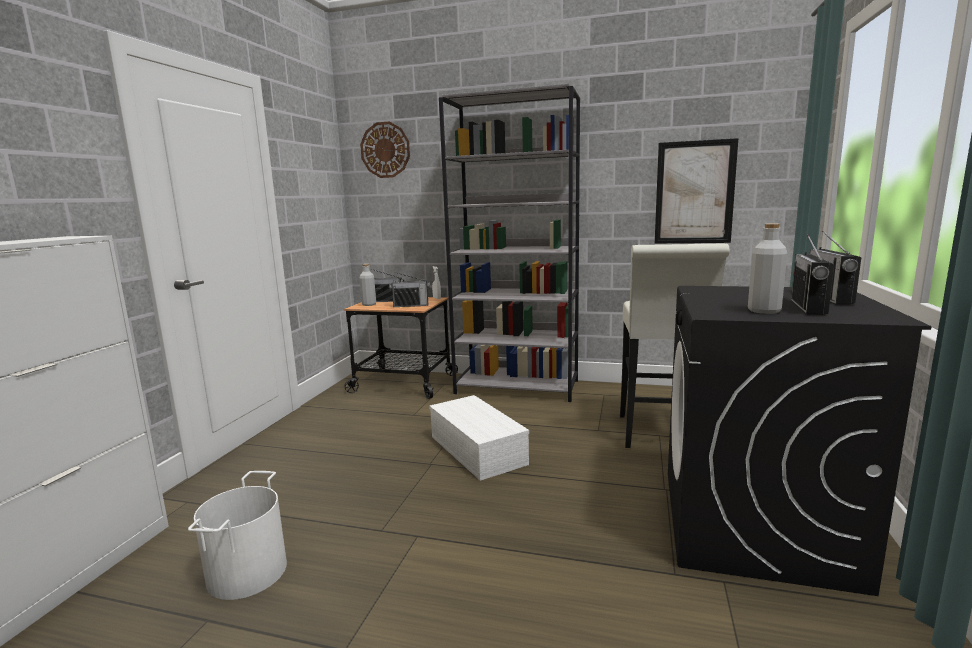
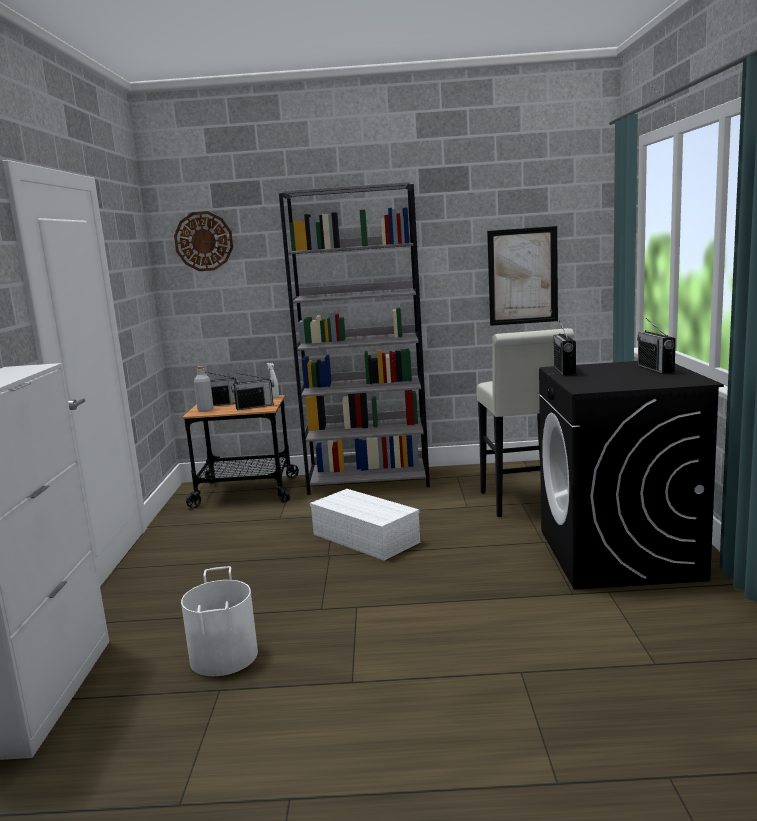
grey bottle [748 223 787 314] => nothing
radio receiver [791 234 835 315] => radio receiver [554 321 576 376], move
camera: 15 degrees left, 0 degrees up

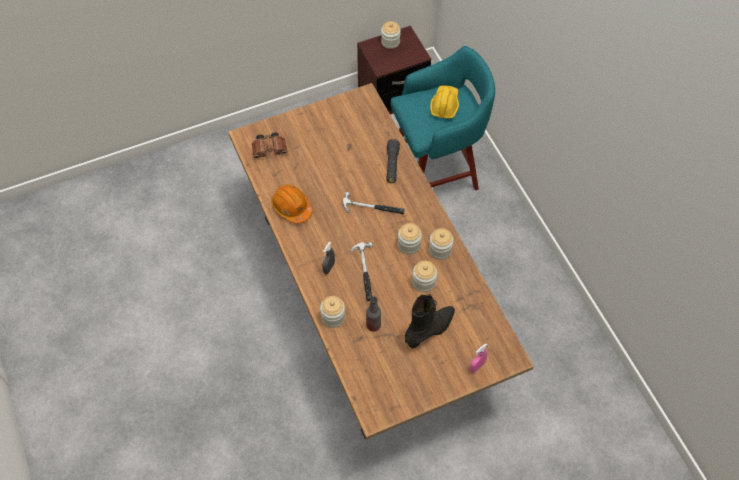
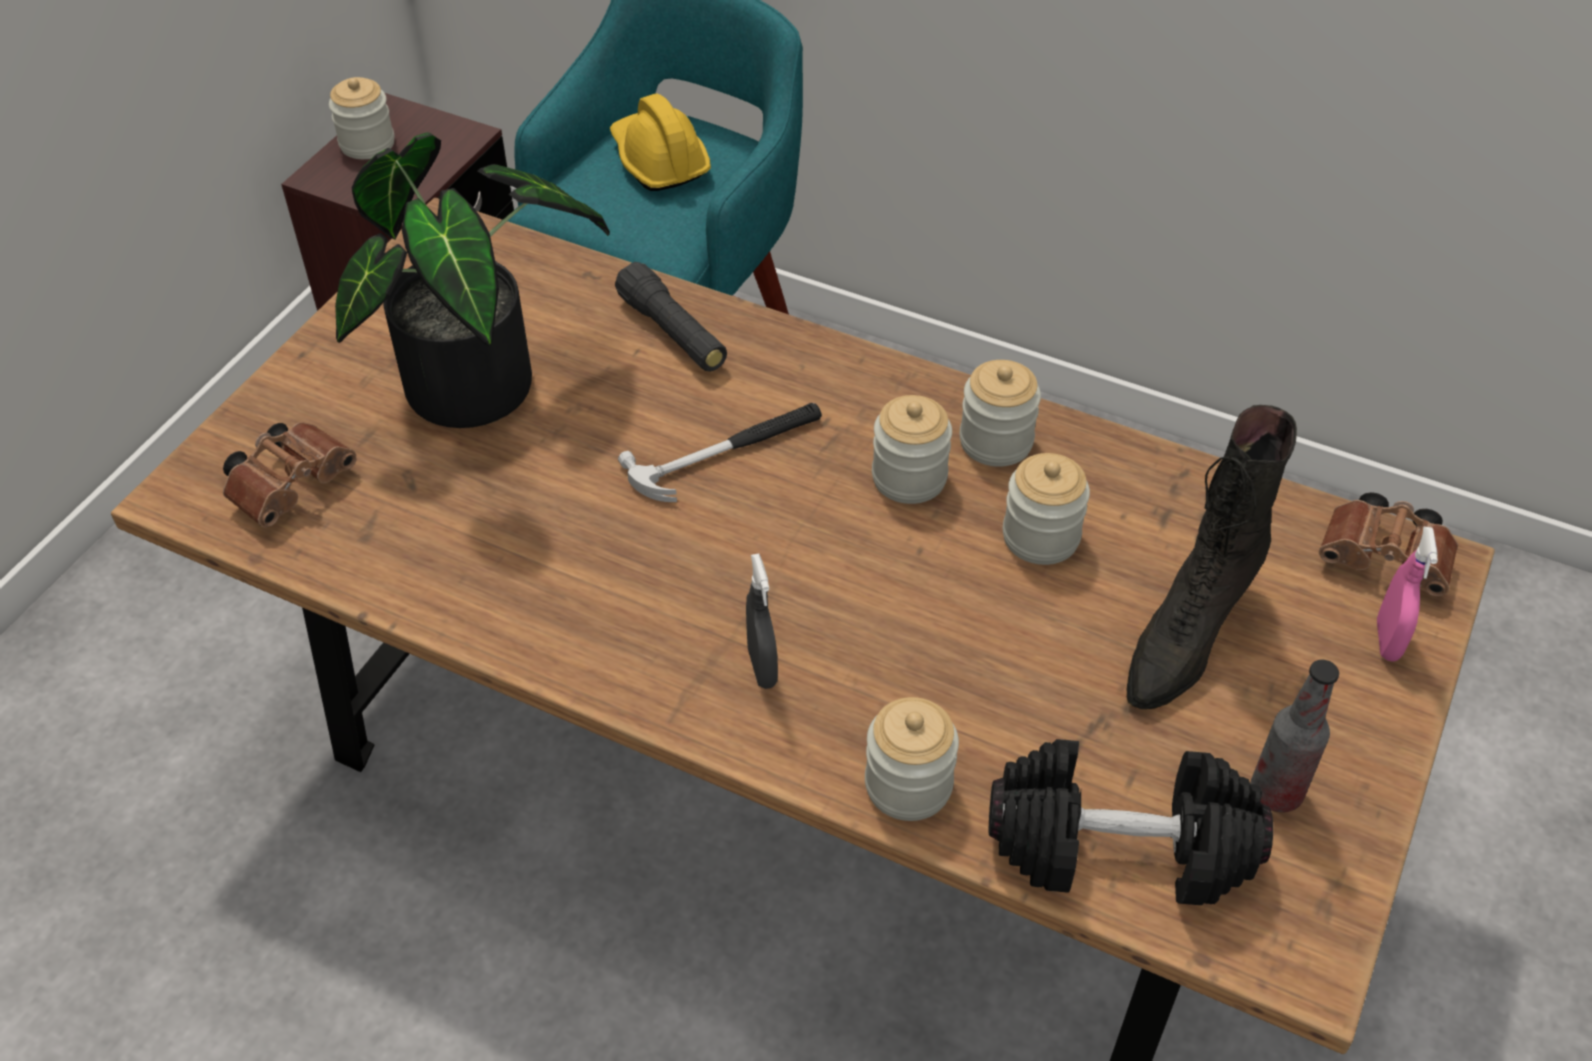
orangey safety helmet [271 185 313 224] => nothing
tool hammer [351 242 372 301] => nothing
black tall boot [405 294 455 349] => black tall boot [1126 405 1297 709], 150 degrees counterclockwise
bottle [366 296 381 331] => bottle [1250 660 1339 812], move
nothing => houseplant [335 132 610 428]
nothing => brown pair of binoculars [1319 492 1458 597]
nothing => black free weight [989 739 1273 905]
camera: 40 degrees left, 10 degrees down

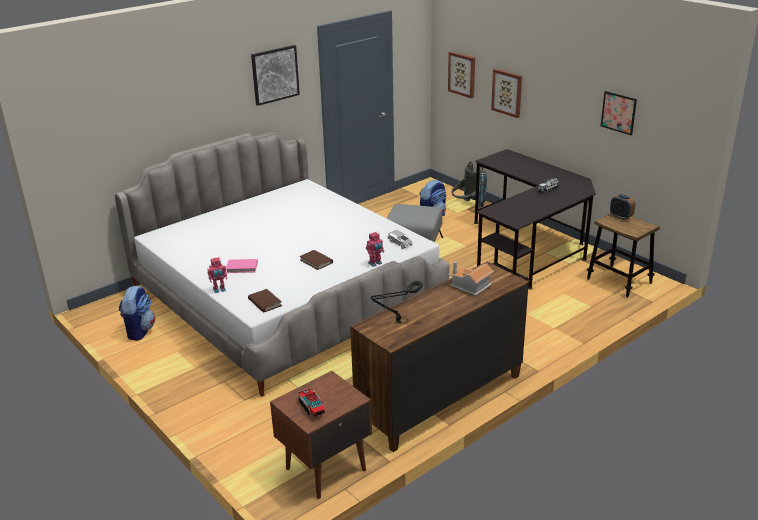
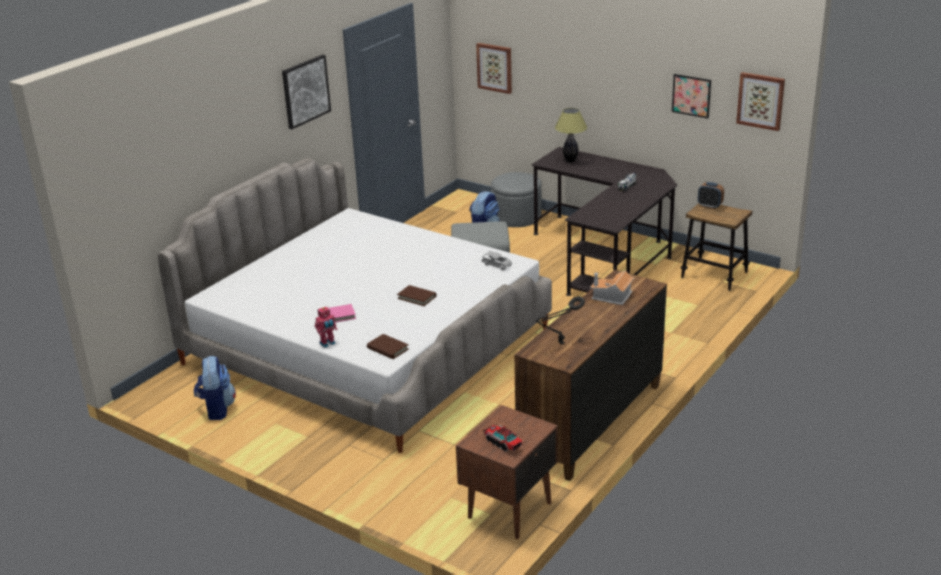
wall picture [491 69 522 118] => wall picture [736 72 785 131], move
grey knapsack [452 161 487 207] => grey ottoman [491 172 542 227]
robot figure [366 232 384 267] => nothing
nothing => lamp for a table [555 108 587 162]
camera: 15 degrees left, 0 degrees up

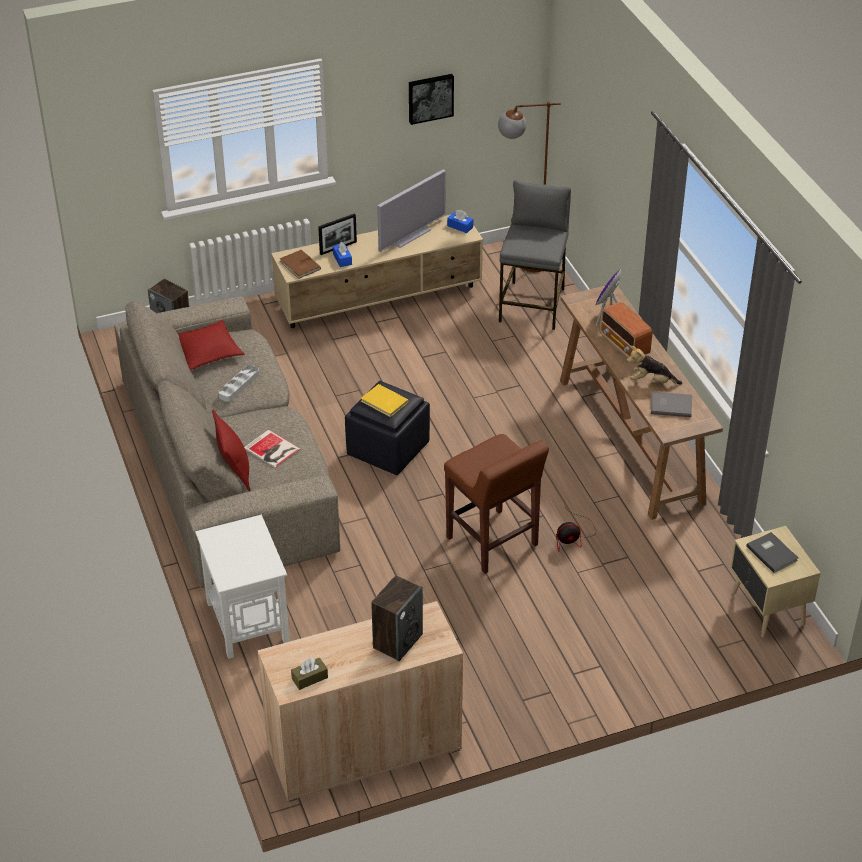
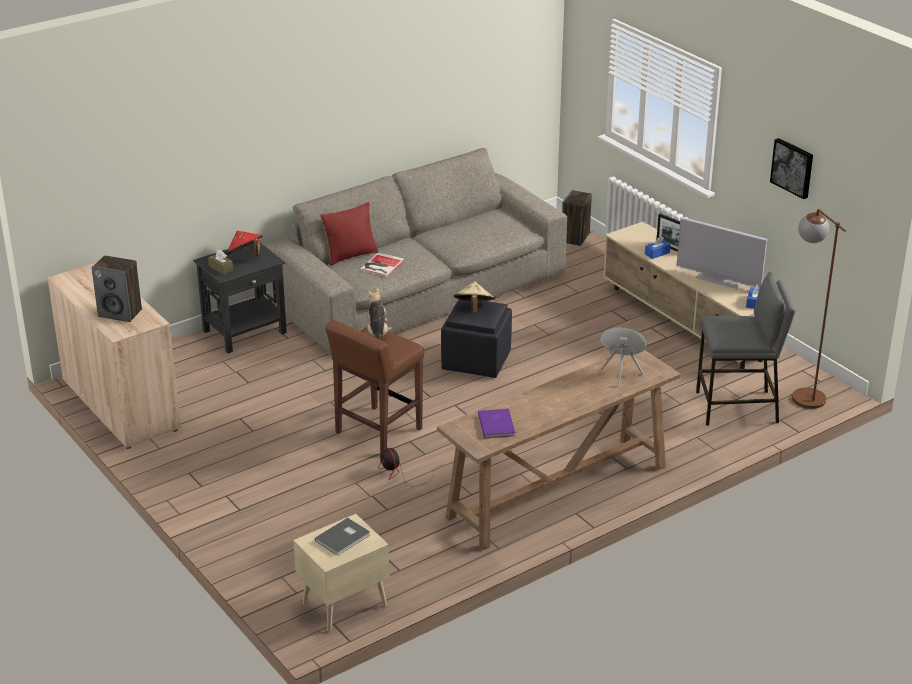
brown volume [280 249 321 279] => nothing
radio receiver [600 302 652 358] => nothing
reddish cushion [178 320 244 370] => nothing
cuddly toy [627 346 682 385] => cuddly toy [367 287 392 340], move
grey carrying tray [218 365 259 402] => nothing
yellow-coloured volume [361 384 409 417] => beige-coloured clothing hat [453 281 495 312]
grey volume [651 392 692 417] => purplish volume [478 409 515 438]
white-coloured accent table [195 515 290 659] => black accent table [193 242 287 353]
brown tissue holder [291 657 328 690] => brown tissue holder [208 250 233 275], move
nothing => reddish clothing hat [226 231 262 256]
camera: 75 degrees right, 10 degrees down

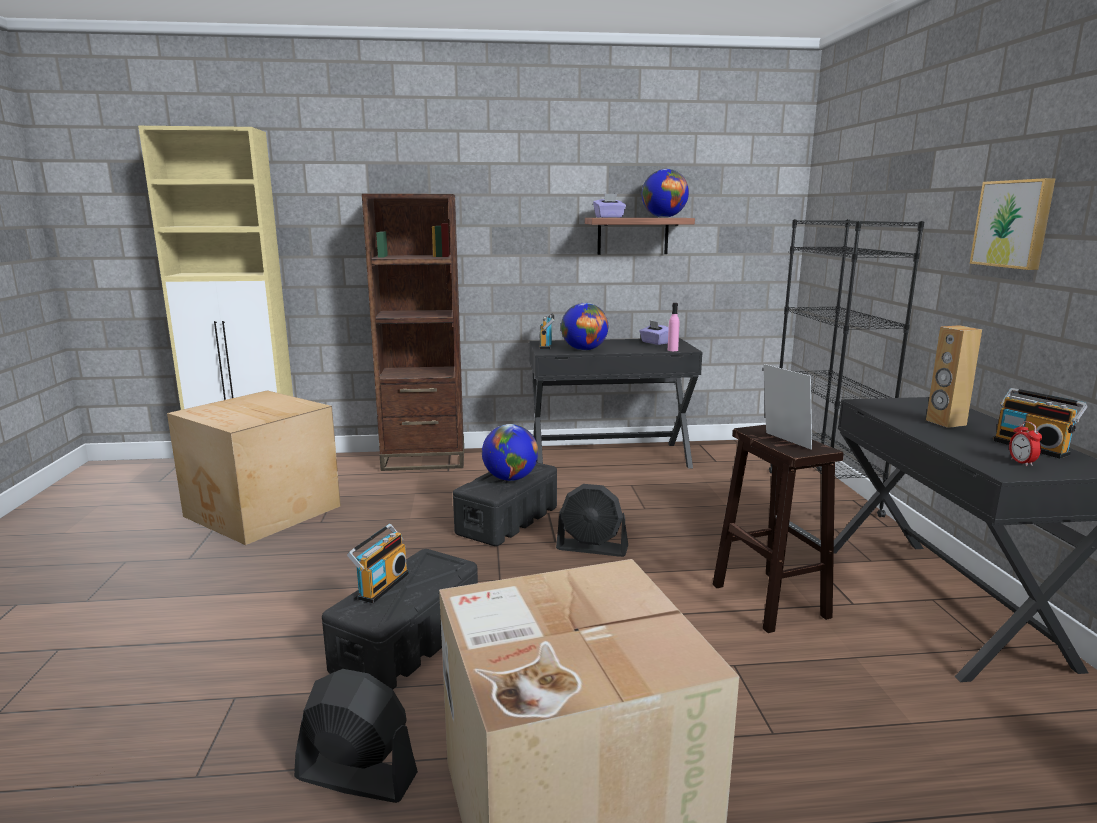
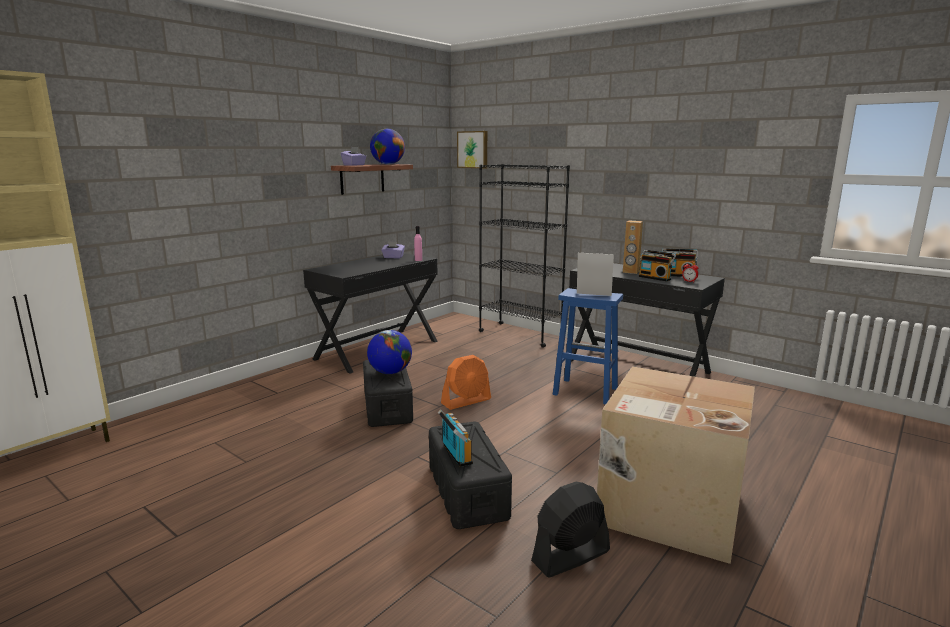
wall picture [970 178 1056 270] => wall picture [457 131 487 168], move
brown bookshelf [362 194 464 471] => nothing
desk globe [561 303 608 350] => nothing
radio receiver [540 313 554 349] => radio receiver [638 250 676 281], move
packing box [167 390 341 545] => nothing
brown sitting stool [713 425 844 633] => blue-coloured sitting stool [553 288 623 405]
black cooling fan [556 484 628 557] => orangey cooling fan [441 355 491 410]
camera: 45 degrees left, 0 degrees up

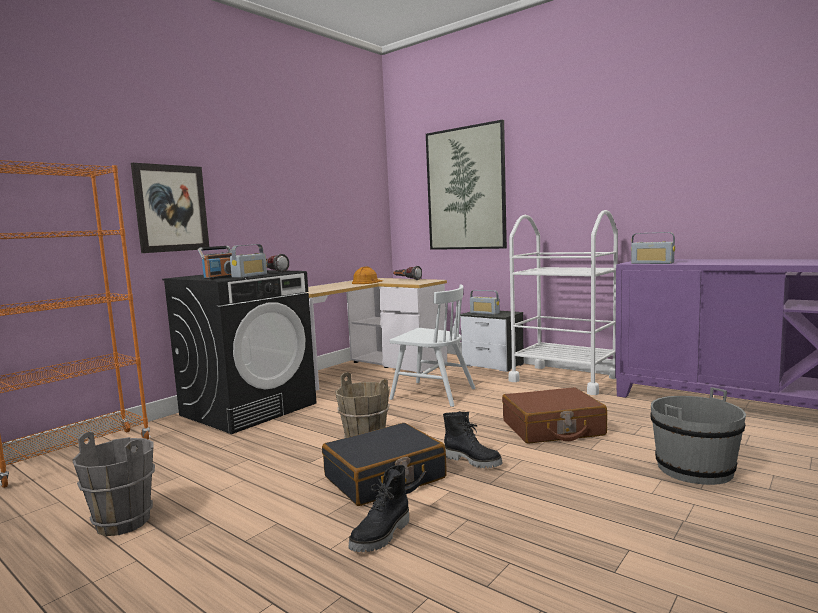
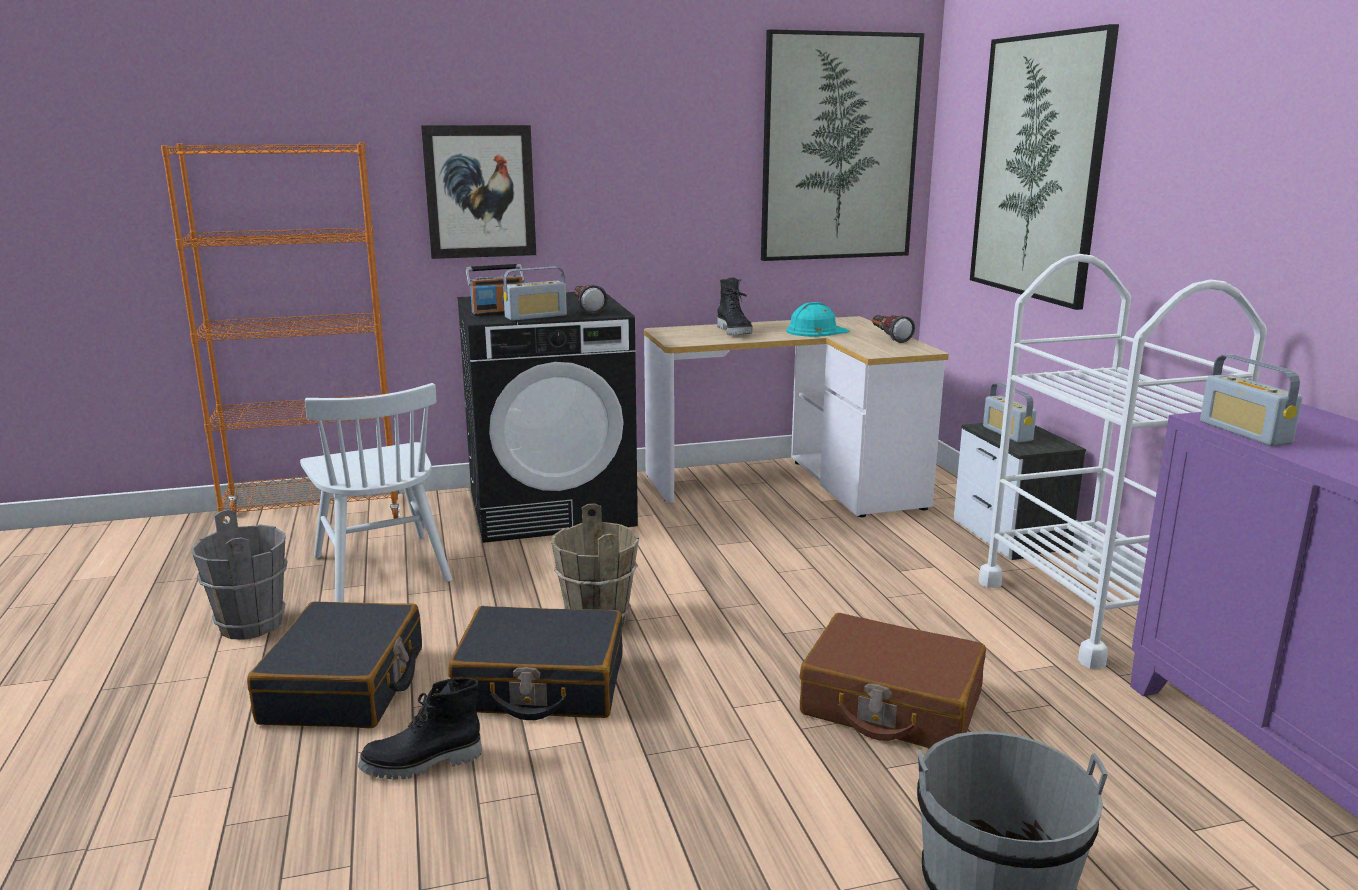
orangey safety helmet [352 266 383 284] => turquoise-coloured safety helmet [786 302 850 337]
white-coloured plain chair [389 285 476 407] => white-coloured plain chair [300 383 452 602], move
black tall boot [443 411 503 468] => black tall boot [717 278 753 335], move
nothing => wall picture [761 29 924 261]
nothing => black travel case [247 601 422 728]
camera: 35 degrees right, 10 degrees up

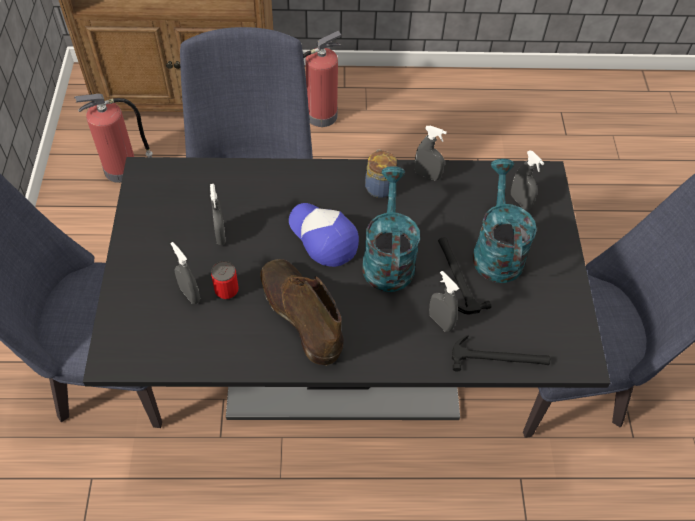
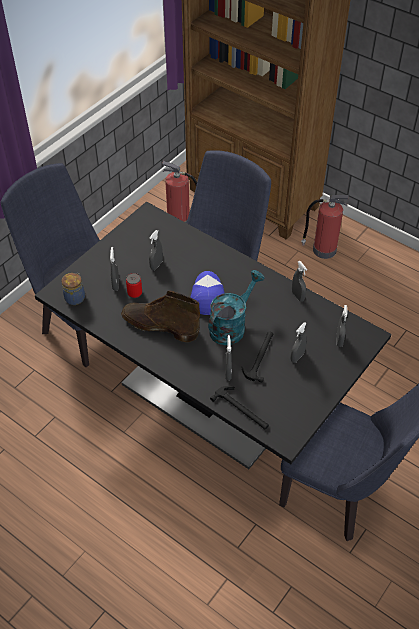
jar [365 149 397 198] => jar [62 273 85 305], move
turquoise-coloured watering pot [472 159 537 283] => grey sprayer [290 322 307 363]
brown tall boot [260 259 344 366] => brown tall boot [121 290 200 342], 75 degrees counterclockwise
camera: 40 degrees right, 5 degrees down

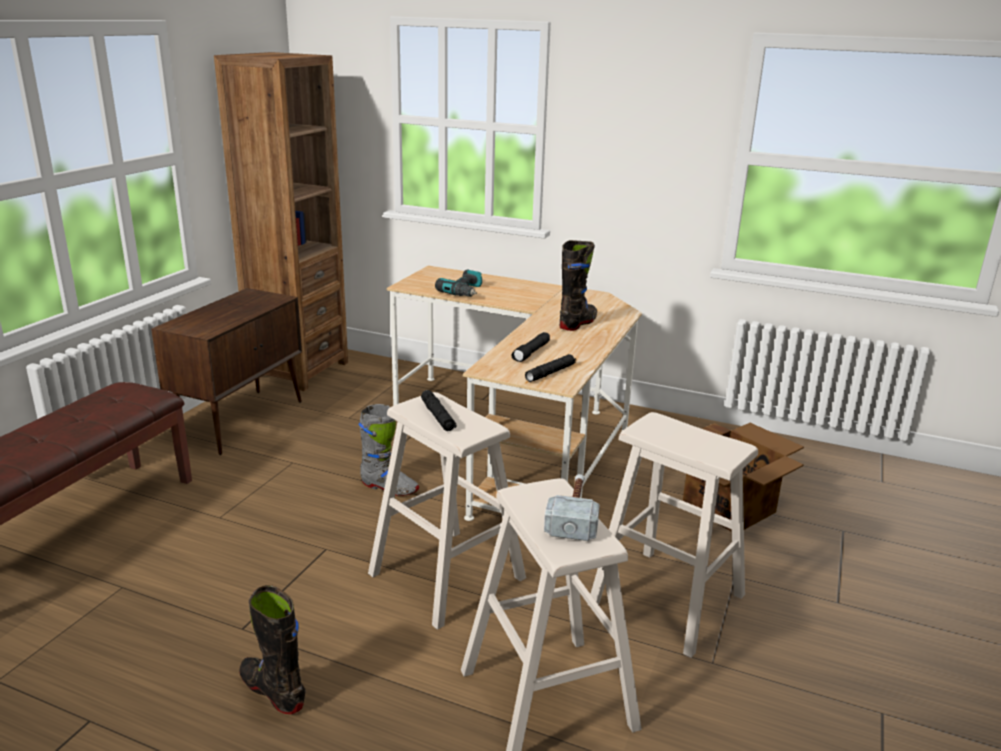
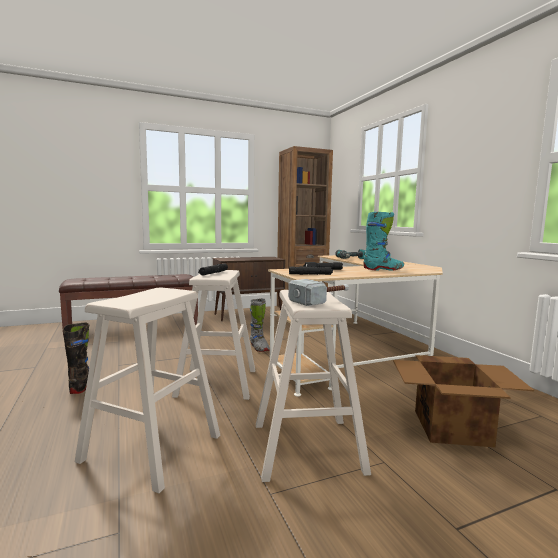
black tall boot [560 240 597 331] => turquoise-coloured tall boot [363 212 404 271]
tool hammer [544 474 600 541] => tool hammer [288 279 349 306], move
camera: 45 degrees right, 15 degrees down

